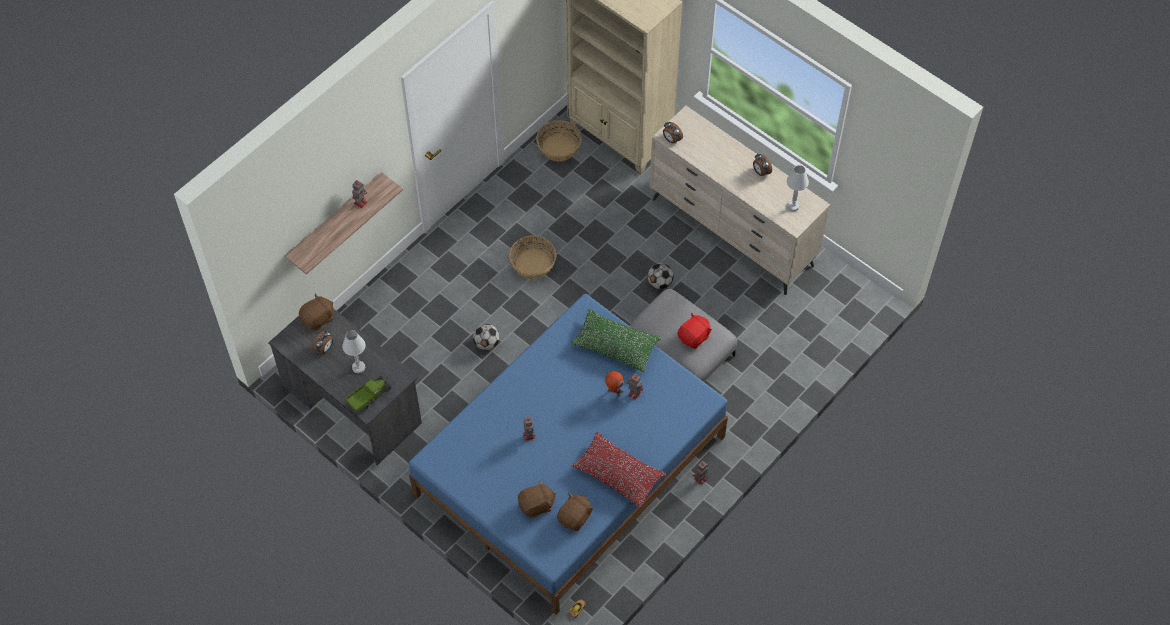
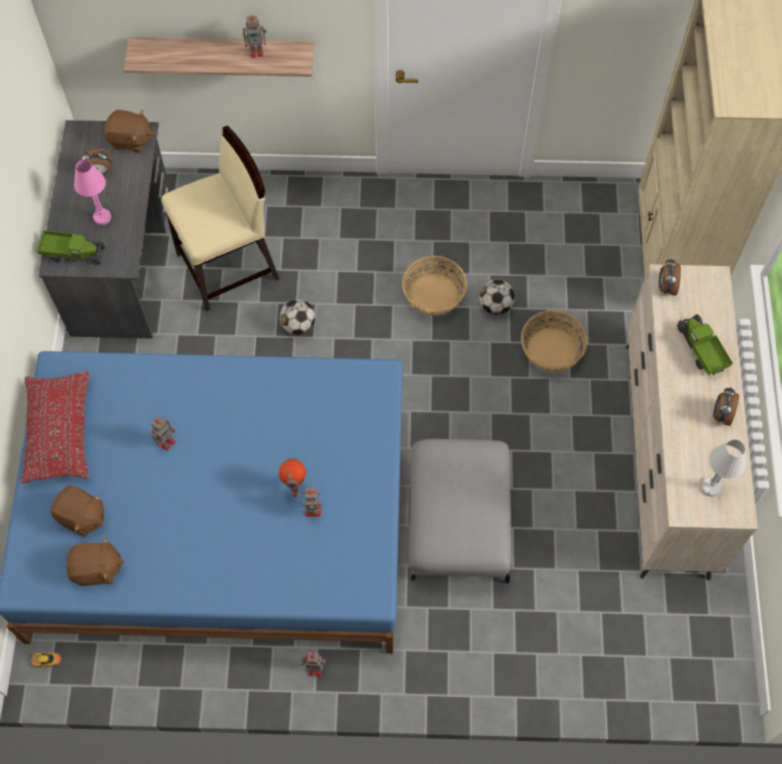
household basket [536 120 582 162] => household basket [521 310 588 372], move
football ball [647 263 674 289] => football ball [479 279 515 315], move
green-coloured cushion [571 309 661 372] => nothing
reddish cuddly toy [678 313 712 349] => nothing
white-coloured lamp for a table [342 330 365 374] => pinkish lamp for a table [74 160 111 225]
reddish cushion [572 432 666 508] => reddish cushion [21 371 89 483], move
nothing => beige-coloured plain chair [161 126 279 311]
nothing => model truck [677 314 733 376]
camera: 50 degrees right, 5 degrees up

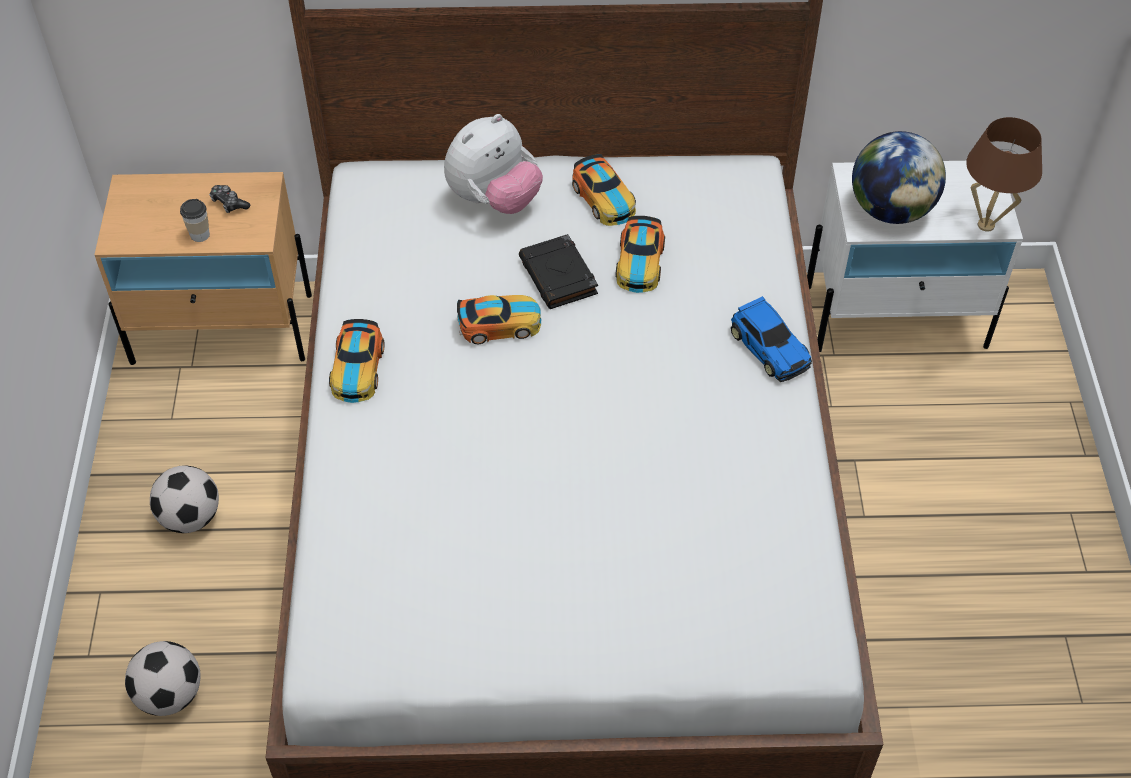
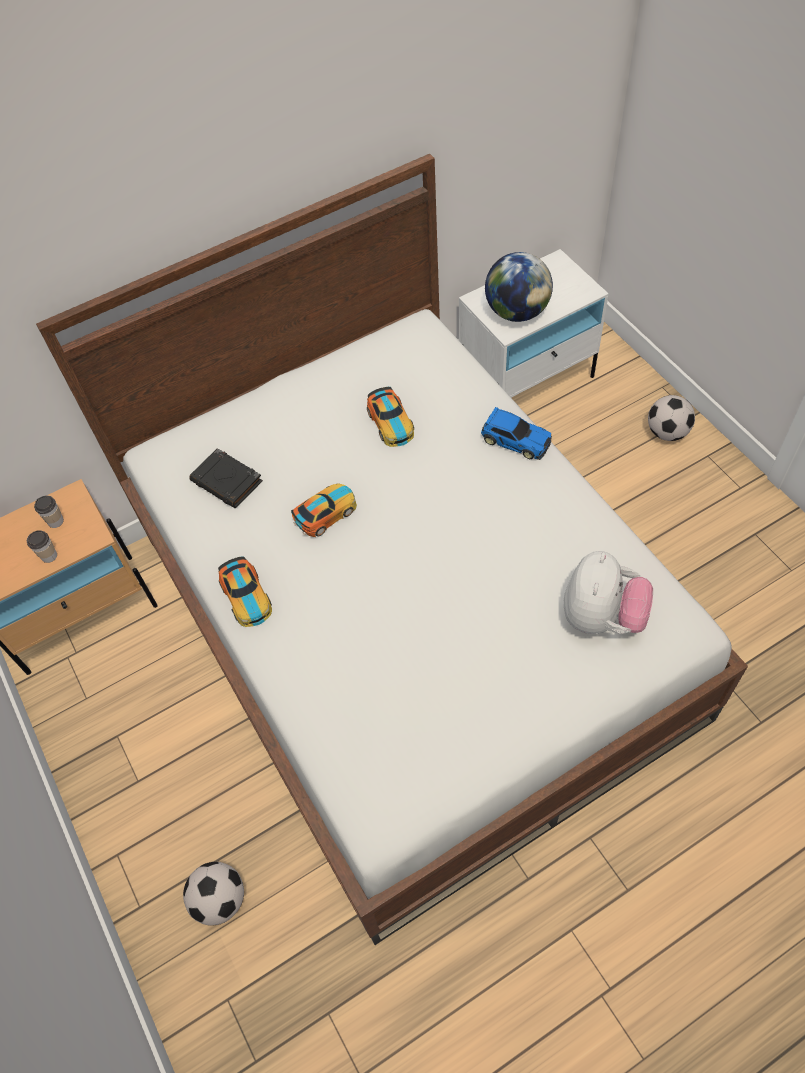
cuddly toy [444 114 543 214] => cuddly toy [564 551 653 634], move
brown lamp for a table [966 117 1042 232] => nothing
toy car [572 154 636 226] => nothing
joypad [209 185 250 213] => cup [34 495 64 528]
black volume [519 234 598 309] => black volume [189 448 263 508], move
football ball [150 465 219 533] => football ball [648 395 695 441], move
camera: 25 degrees left, 5 degrees up

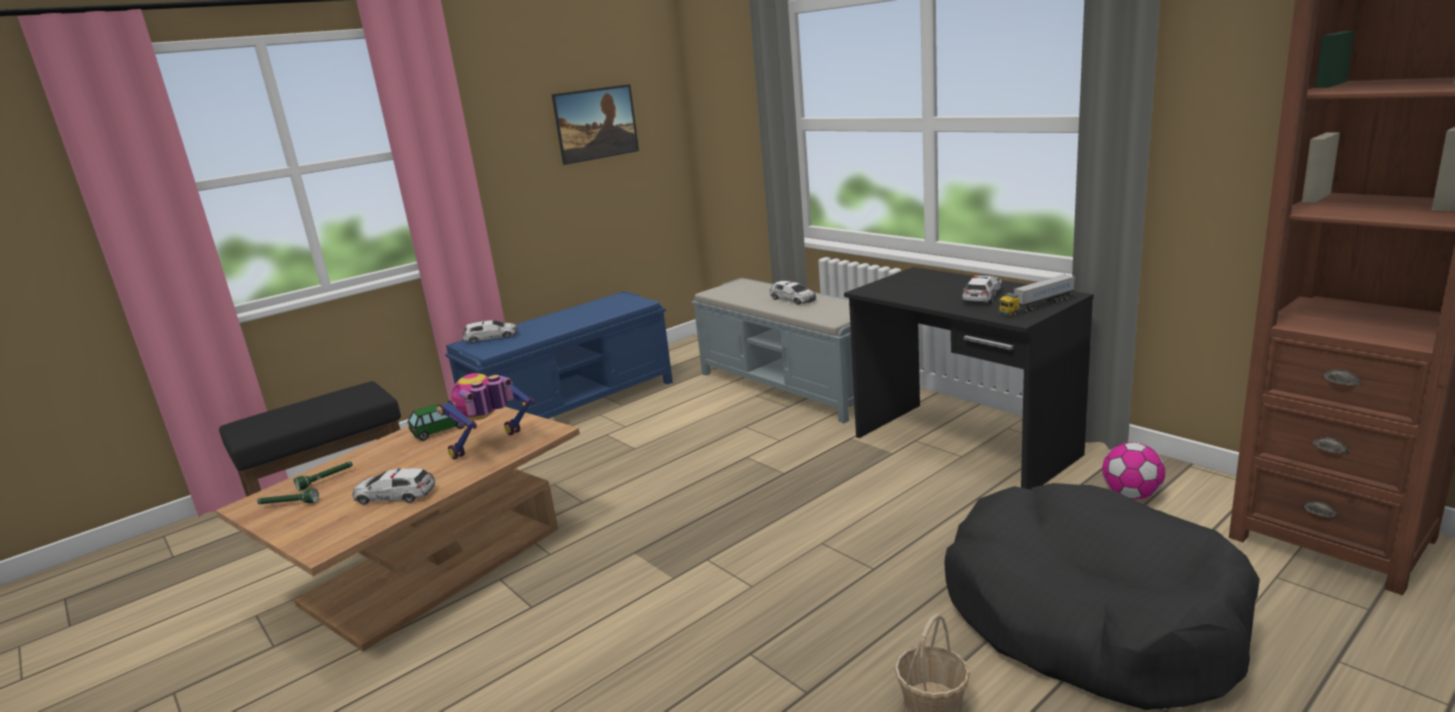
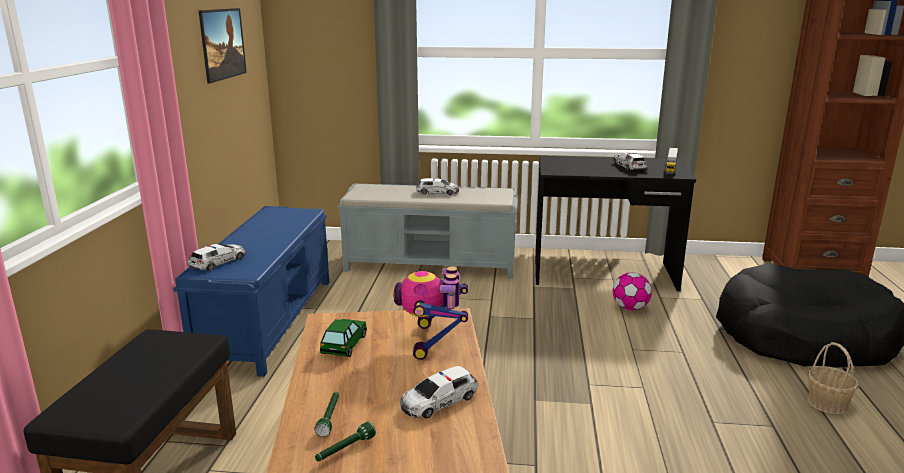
football ball [1102 442 1165 500] => football ball [613 272 652 310], move
camera: 45 degrees left, 0 degrees up

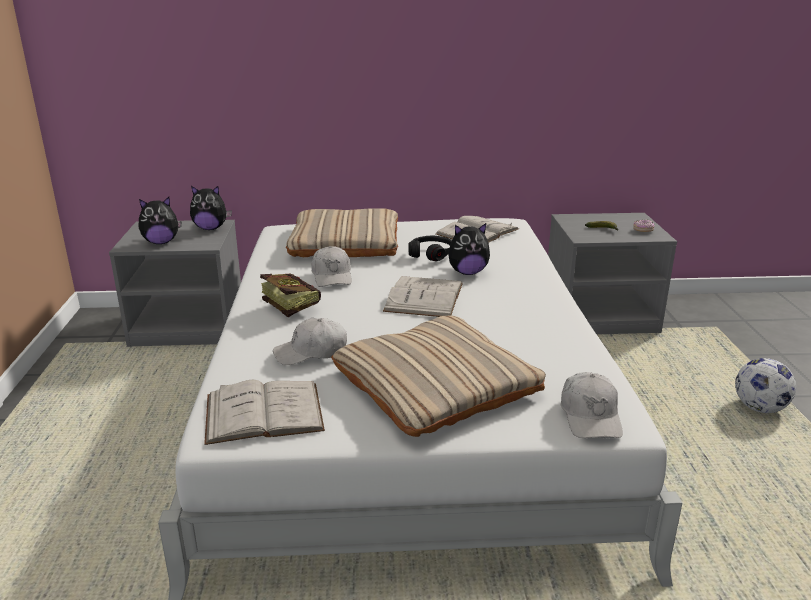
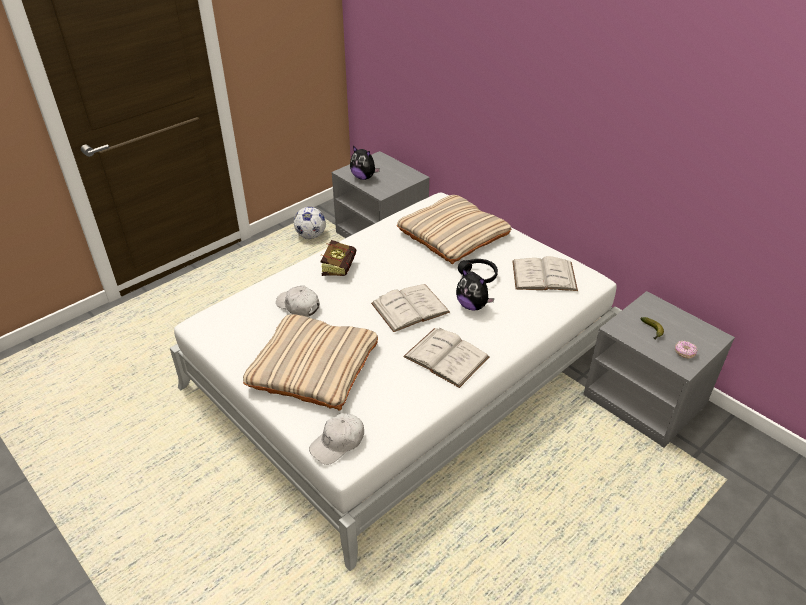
cuddly toy [190 186 232 230] => nothing
white-coloured peaked cap [312 246 352 287] => nothing
football ball [735 358 796 413] => football ball [294 207 326 239], move
white-coloured volume [204 380 325 445] => white-coloured volume [403 328 489 388], move
camera: 50 degrees right, 15 degrees up

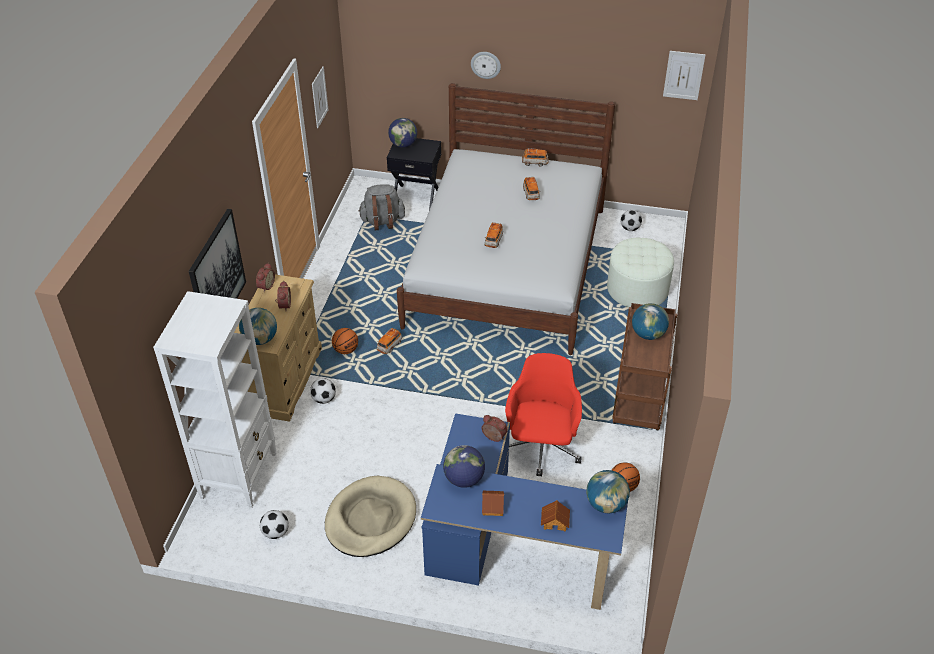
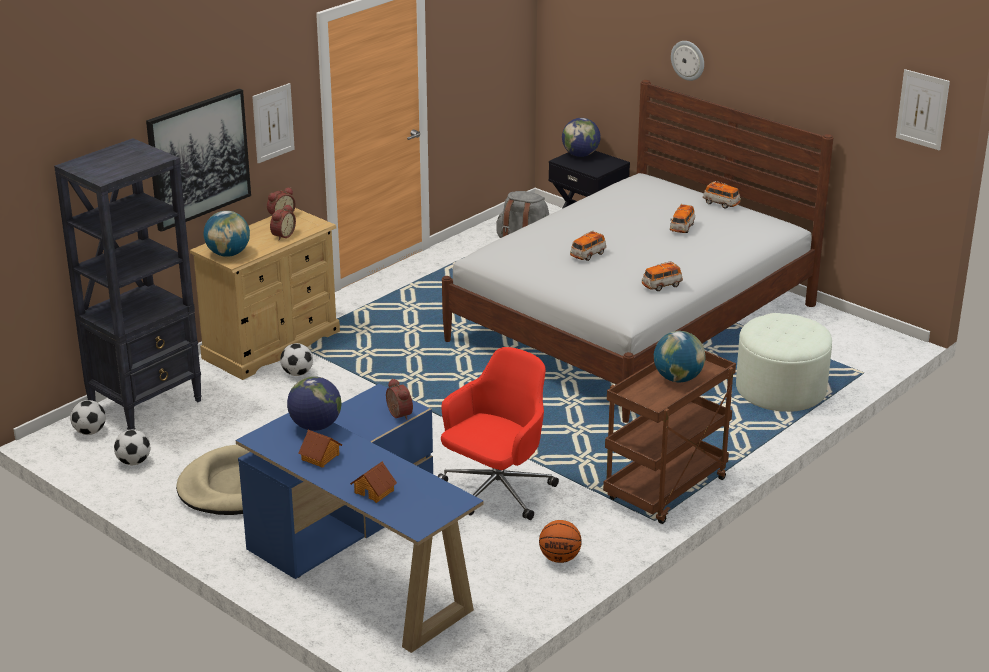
wall picture [312 66 328 128] => wall picture [252 83 295 163], move
football ball [621 210 642 231] => football ball [70 400 106 435], move
white-coloured bookshelf [153 291 277 508] => black bookshelf [54 138 202 430]
basketball ball [332 328 358 354] => nothing
toy car [377 328 402 354] => toy car [642 261 683 291], move
desk globe [587 470 630 514] => nothing
camera: 30 degrees right, 15 degrees down

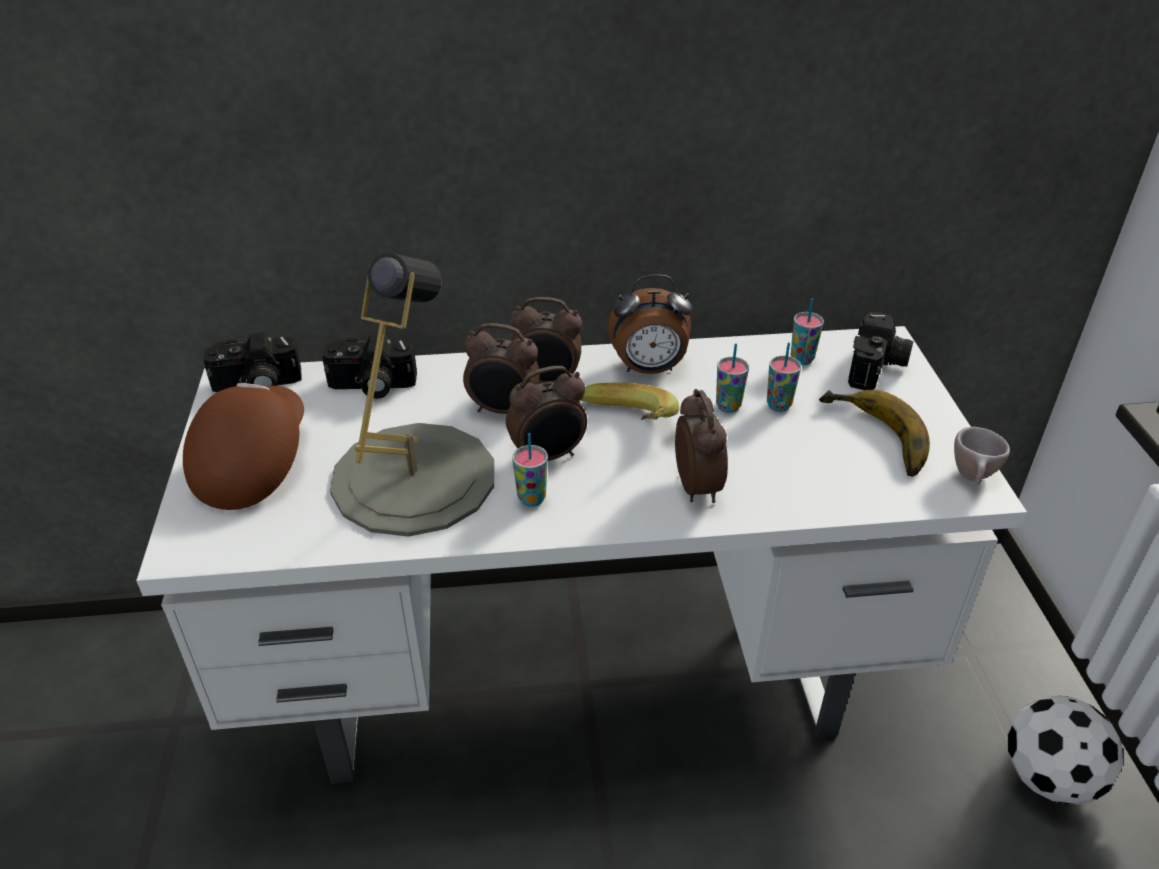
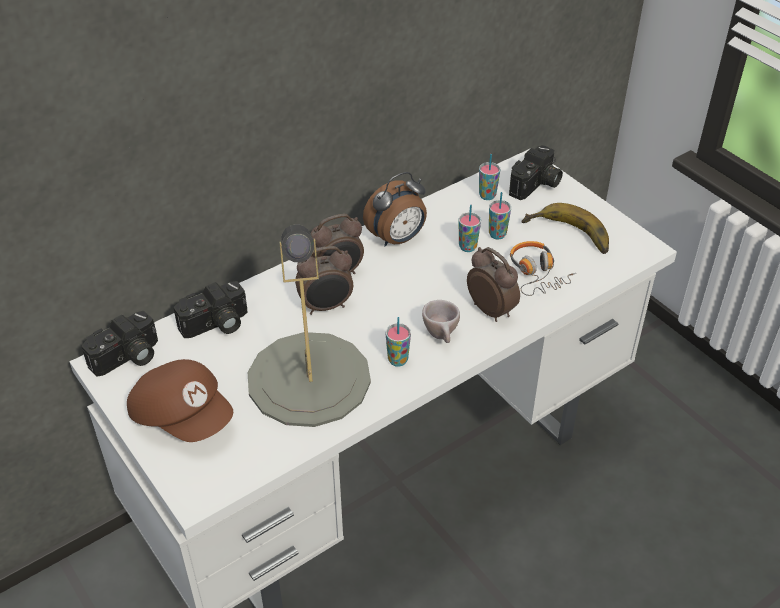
photo camera [848 312 914 390] => photo camera [509 145 563 200], 45 degrees clockwise
bedside clock [506 366 587 461] => nothing
brown peaked cap [183 383 304 510] => brown peaked cap [127 359 233 442], 150 degrees clockwise
whole banana [580 383 679 420] => nothing
beige-coloured cup [954 427 1010 485] => beige-coloured cup [422 300 460 343], move
football ball [1008 696 1123 805] => nothing
nothing => headphones [510 241 576 296]
camera: 30 degrees left, 5 degrees up

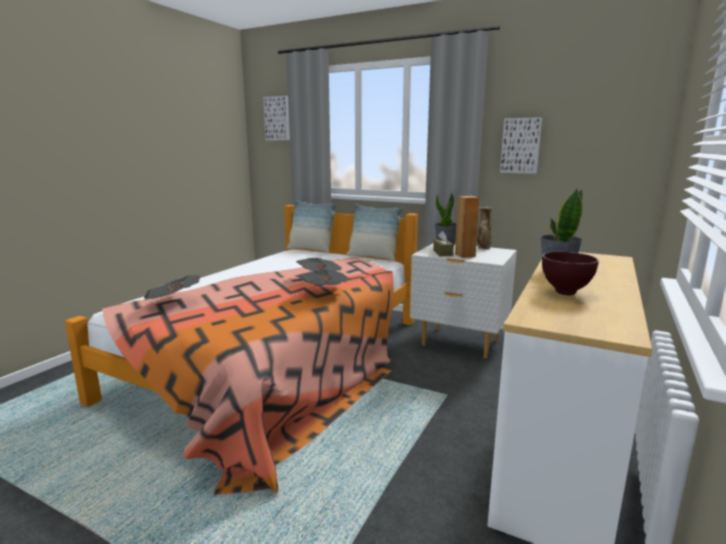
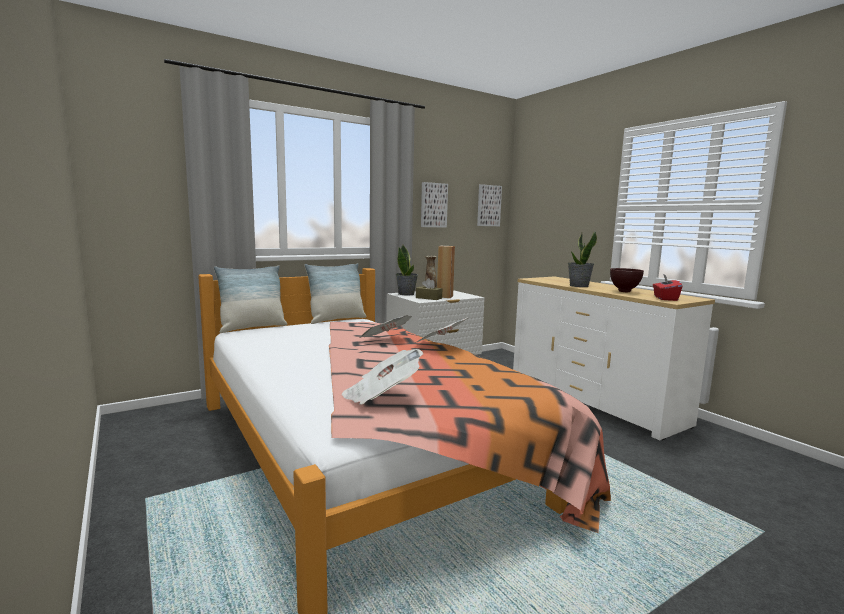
wall picture [263 96 290 141] => wall picture [477 184 502 226], move
nothing => reddish tissue holder [653 274 682 301]
camera: 60 degrees left, 5 degrees down

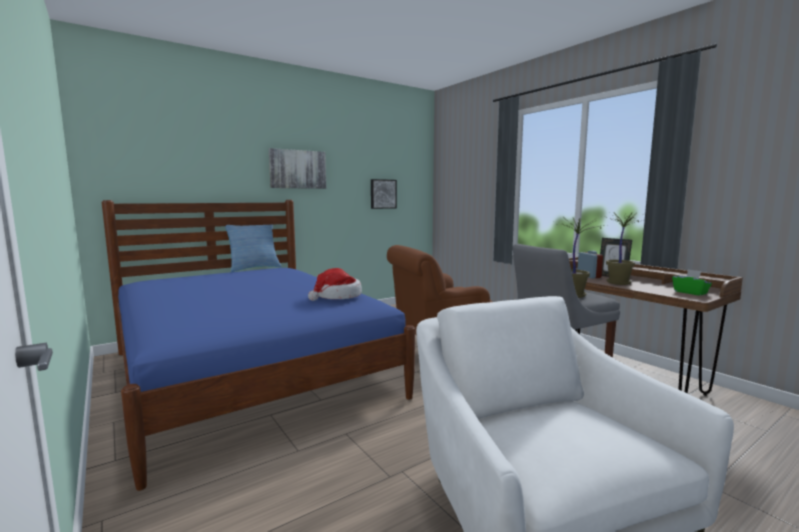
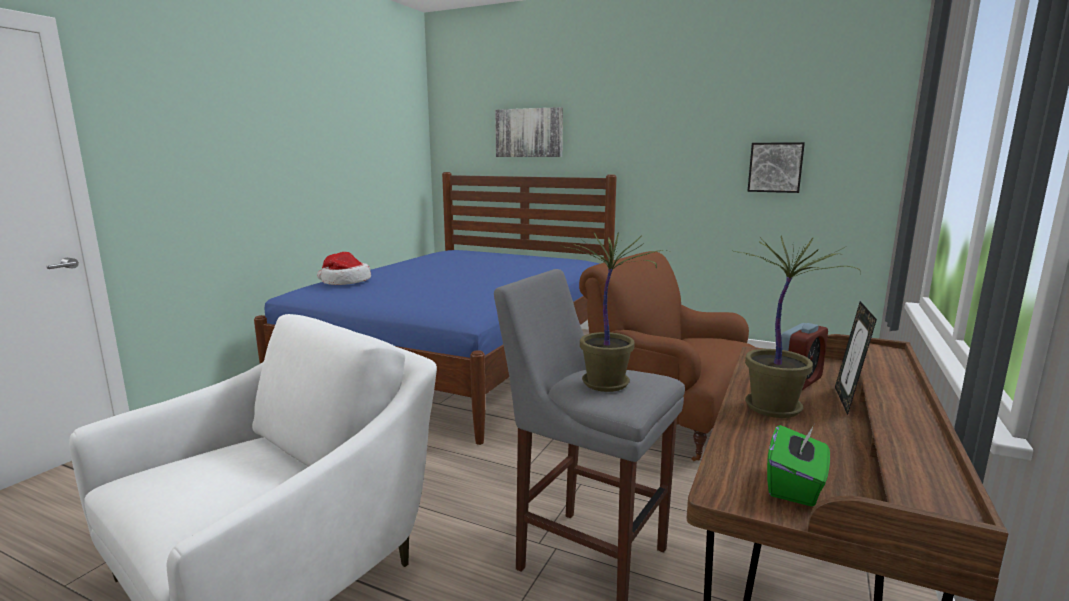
wall picture [269 148 326 189] => wall picture [495 107 563 157], move
cushion [225 225 282 272] => nothing
clothing hat [308 268 362 301] => clothing hat [317 252 371 285], move
camera: 60 degrees right, 5 degrees up

